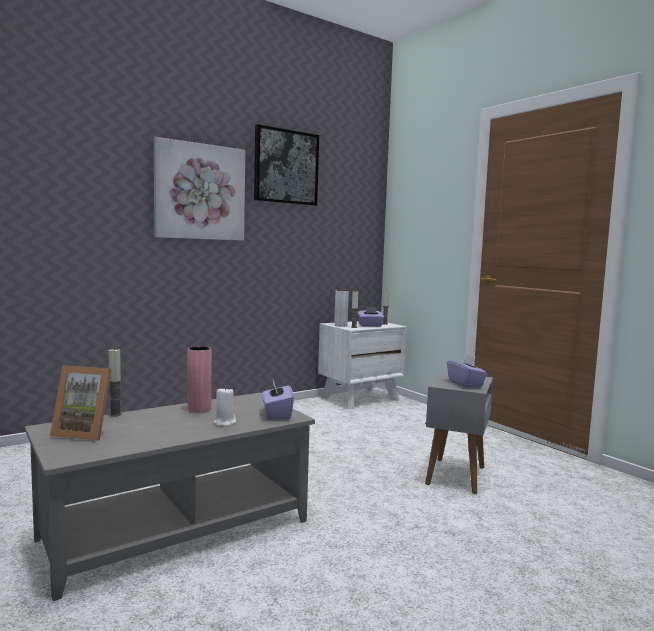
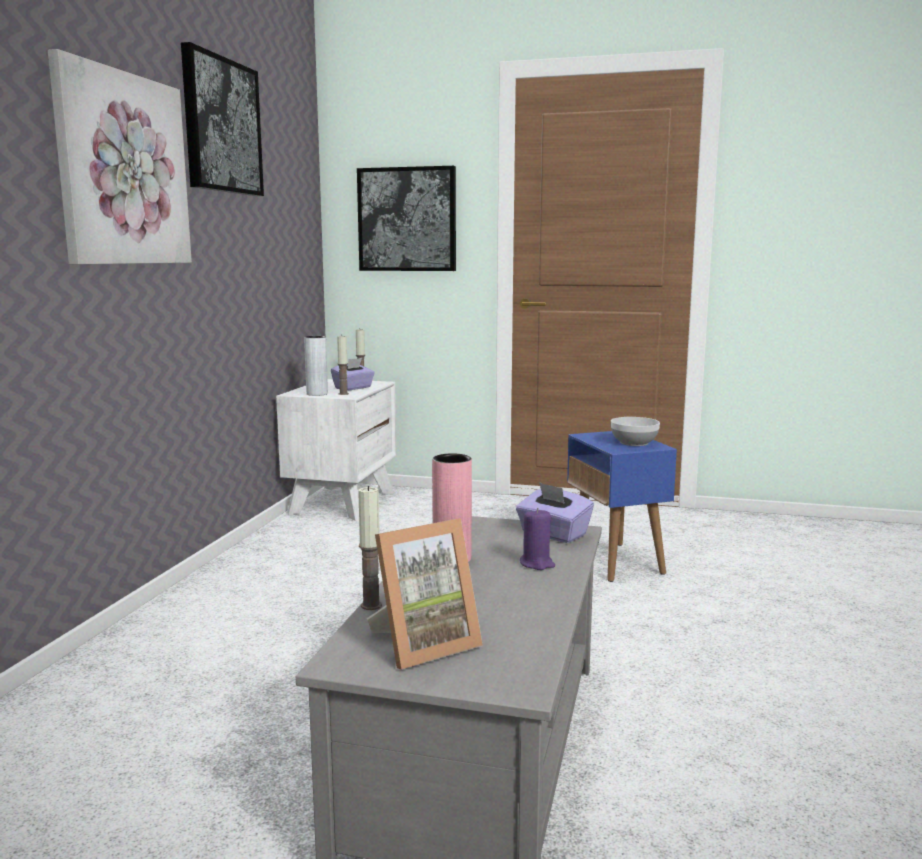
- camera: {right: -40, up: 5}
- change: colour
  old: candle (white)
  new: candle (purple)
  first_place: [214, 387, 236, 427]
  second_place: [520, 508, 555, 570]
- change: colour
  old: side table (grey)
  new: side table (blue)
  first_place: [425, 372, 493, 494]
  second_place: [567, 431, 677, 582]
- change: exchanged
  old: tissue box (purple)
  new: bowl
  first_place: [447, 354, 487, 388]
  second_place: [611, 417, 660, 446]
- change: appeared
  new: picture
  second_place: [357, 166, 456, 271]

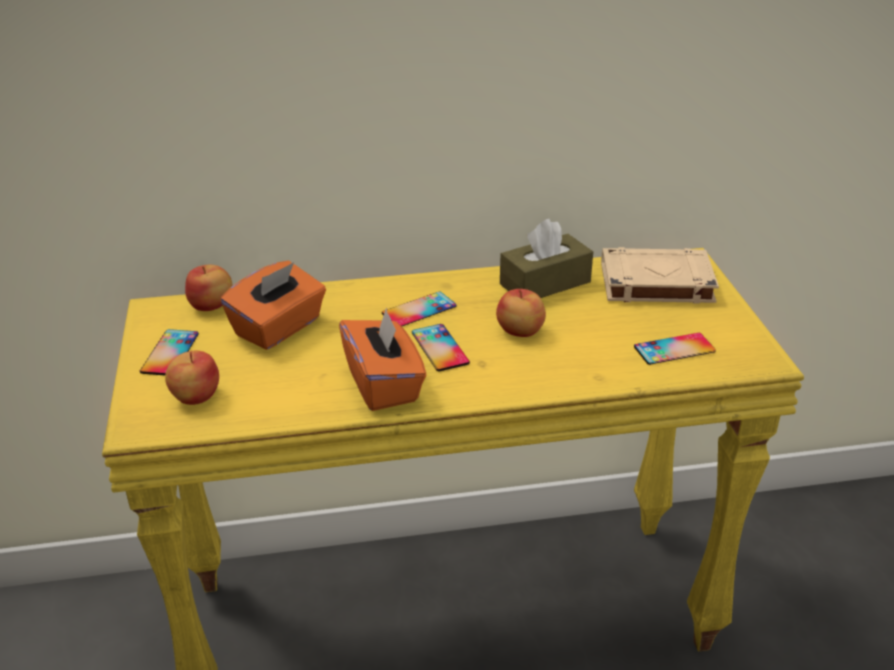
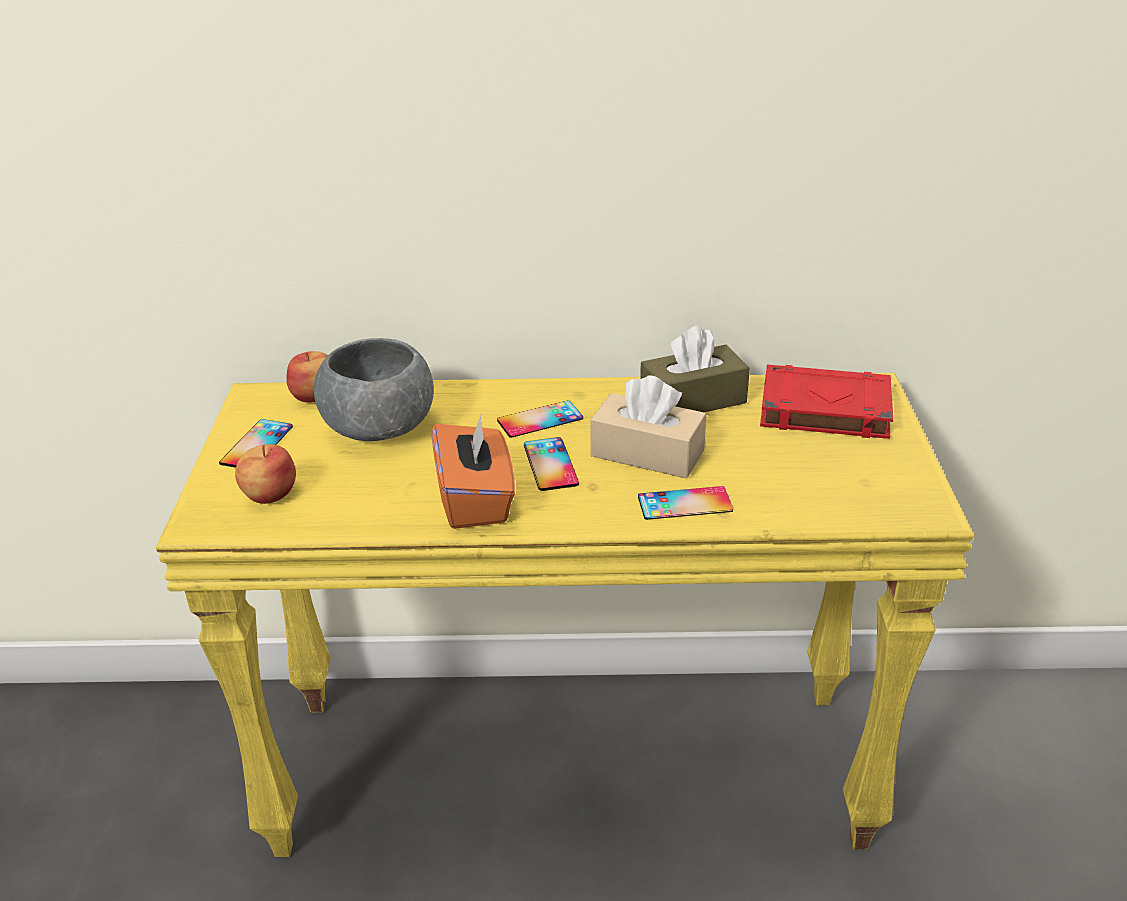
- camera: {right: 10, up: 0}
- change: exchanged
  old: tissue box (orange)
  new: bowl (grey)
  first_place: [220, 260, 326, 350]
  second_place: [313, 338, 434, 441]
- change: exchanged
  old: apple
  new: tissue box (beige)
  first_place: [496, 289, 546, 337]
  second_place: [590, 375, 707, 479]
- change: colour
  old: book (beige)
  new: book (red)
  first_place: [601, 247, 719, 304]
  second_place: [760, 365, 893, 439]
- change: relocated
  old: phone
  first_place: [634, 333, 716, 365]
  second_place: [638, 486, 733, 520]

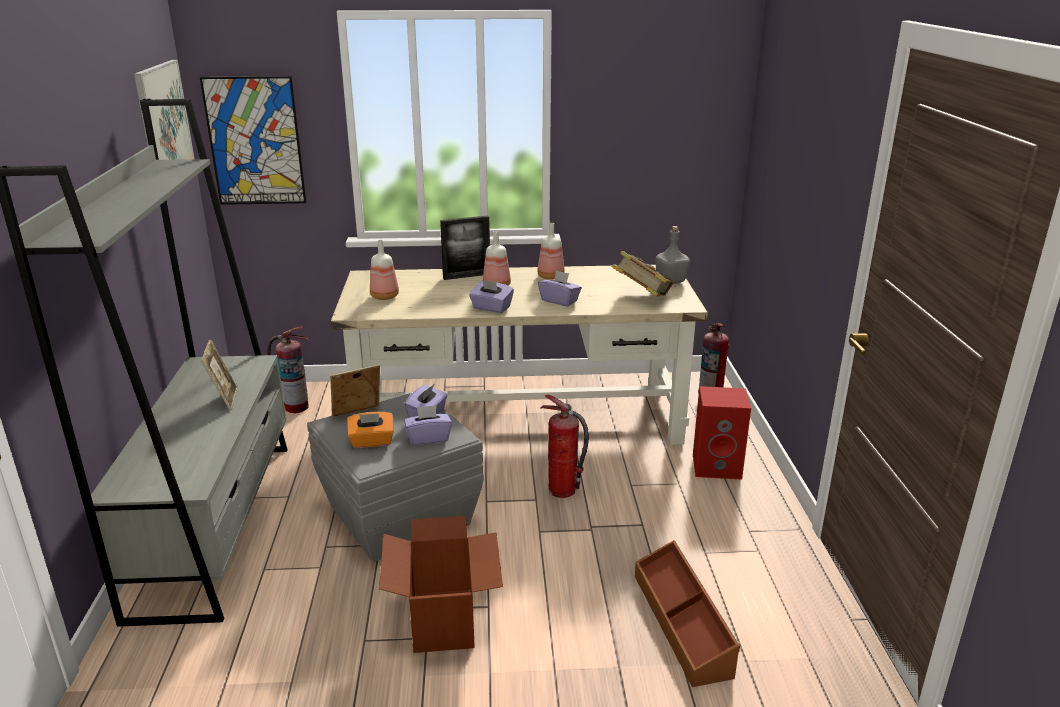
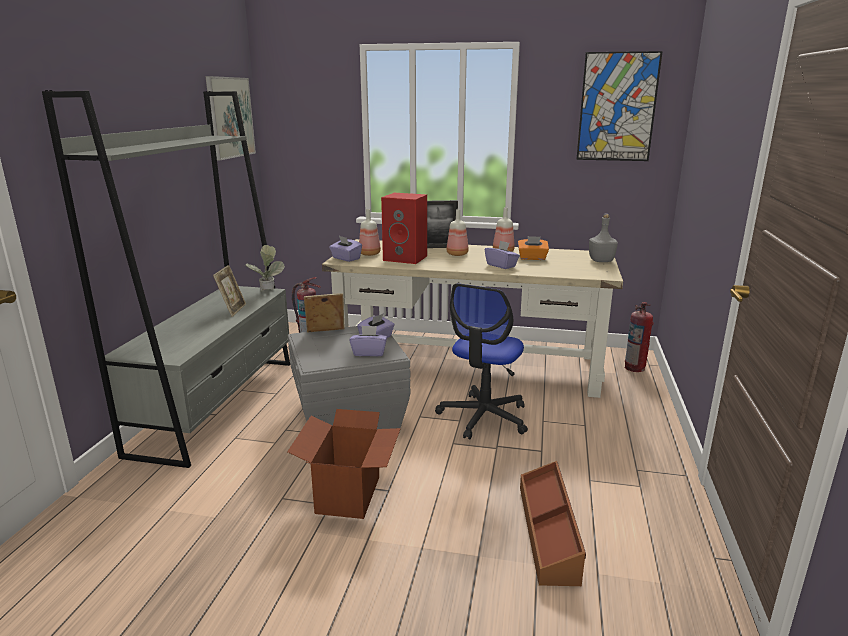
- camera: {right: 15, up: -5}
- change: relocated
  old: picture
  first_place: [200, 76, 307, 205]
  second_place: [576, 51, 663, 161]
- change: relocated
  old: tissue box (orange)
  first_place: [347, 412, 394, 448]
  second_place: [518, 236, 549, 260]
- change: relocated
  old: tissue box (purple)
  first_place: [469, 280, 514, 313]
  second_place: [329, 236, 362, 262]
- change: exchanged
  old: fire extinguisher
  new: office chair
  first_place: [540, 395, 589, 498]
  second_place: [435, 283, 528, 439]
- change: missing
  old: book
  first_place: [612, 251, 674, 297]
- change: relocated
  old: speaker (red)
  first_place: [693, 386, 751, 480]
  second_place: [381, 193, 427, 264]
- change: appeared
  new: potted plant
  second_place: [245, 245, 285, 292]

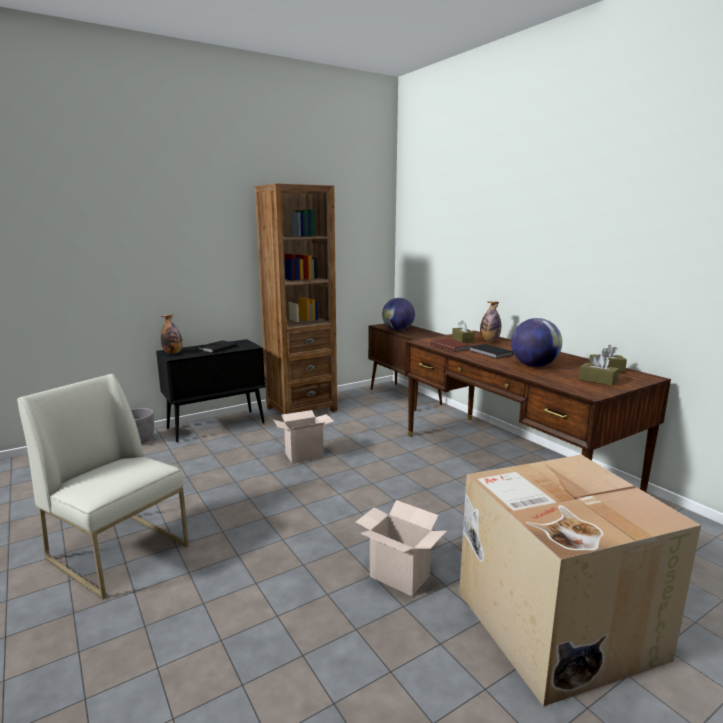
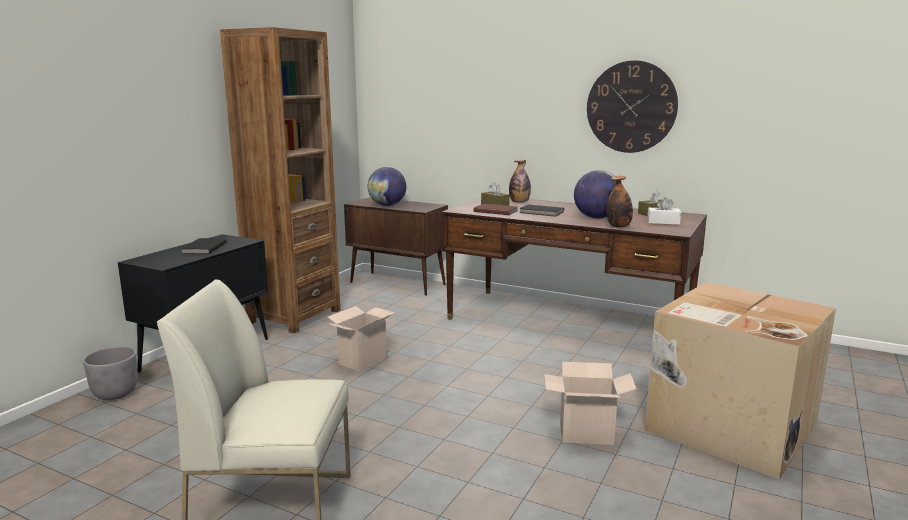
- camera: {right: -30, up: 0}
- change: relocated
  old: bottle
  first_place: [161, 314, 182, 354]
  second_place: [607, 176, 633, 228]
- change: colour
  old: tissue box (brown)
  new: tissue box (white)
  first_place: [579, 354, 619, 386]
  second_place: [647, 197, 681, 225]
- change: appeared
  new: wall clock
  second_place: [587, 60, 678, 153]

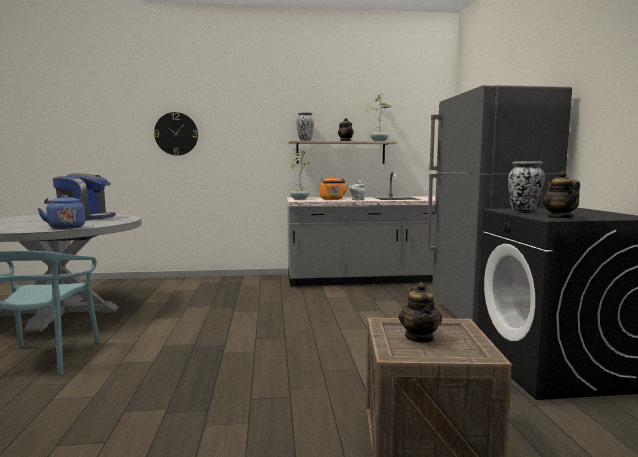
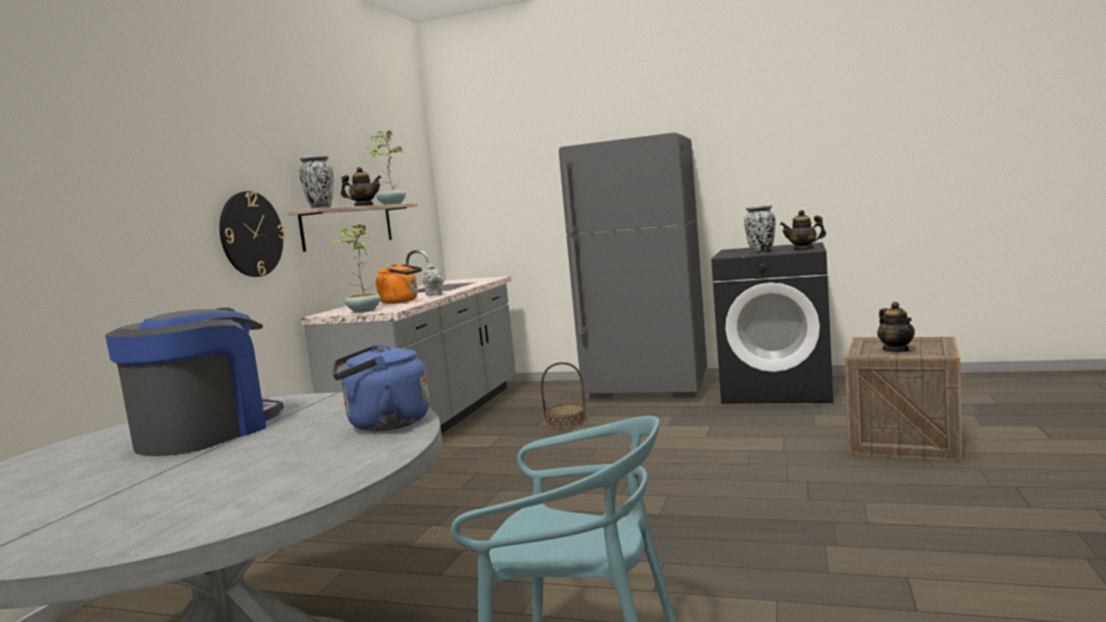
- camera: {right: -65, up: 0}
- change: relocated
  old: wall clock
  first_place: [154, 112, 198, 155]
  second_place: [219, 191, 285, 277]
- change: spun
  old: teapot
  first_place: [399, 282, 442, 343]
  second_place: [877, 302, 915, 352]
  degrees: 60
- change: appeared
  new: basket
  second_place: [541, 362, 586, 429]

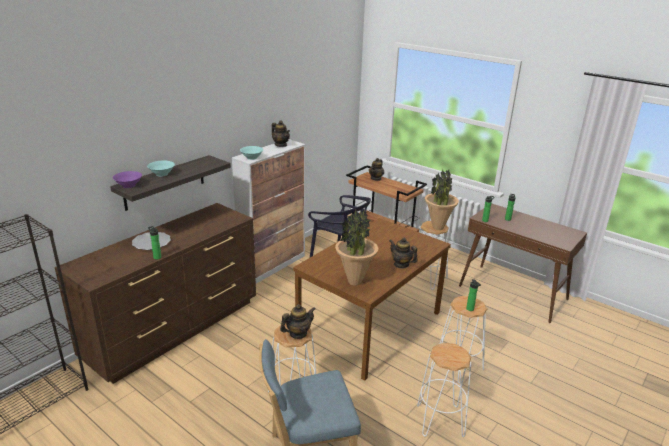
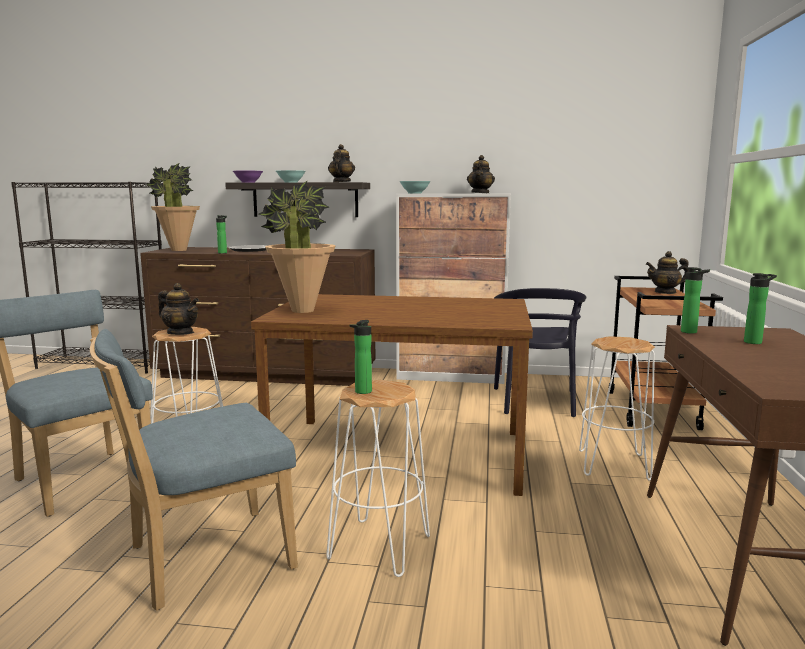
- camera: {right: 60, up: -15}
- change: relocated
  old: teapot
  first_place: [390, 237, 418, 269]
  second_place: [328, 144, 355, 182]
- change: exchanged
  old: stool (white)
  new: chair (blue)
  first_place: [417, 343, 471, 437]
  second_place: [90, 329, 298, 611]
- change: relocated
  old: potted plant
  first_place: [425, 169, 459, 230]
  second_place: [146, 163, 200, 251]

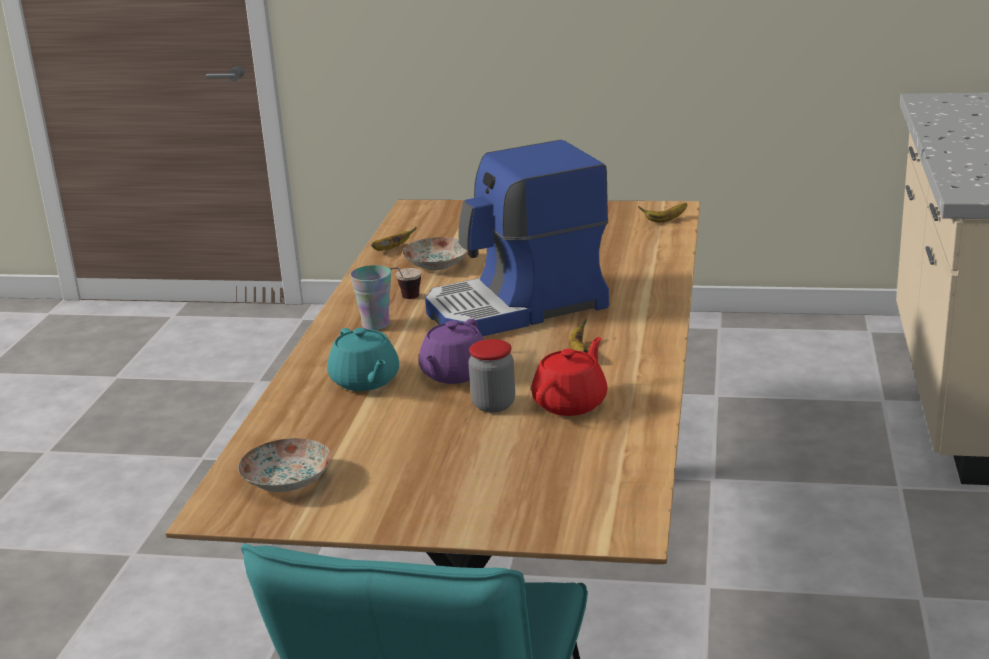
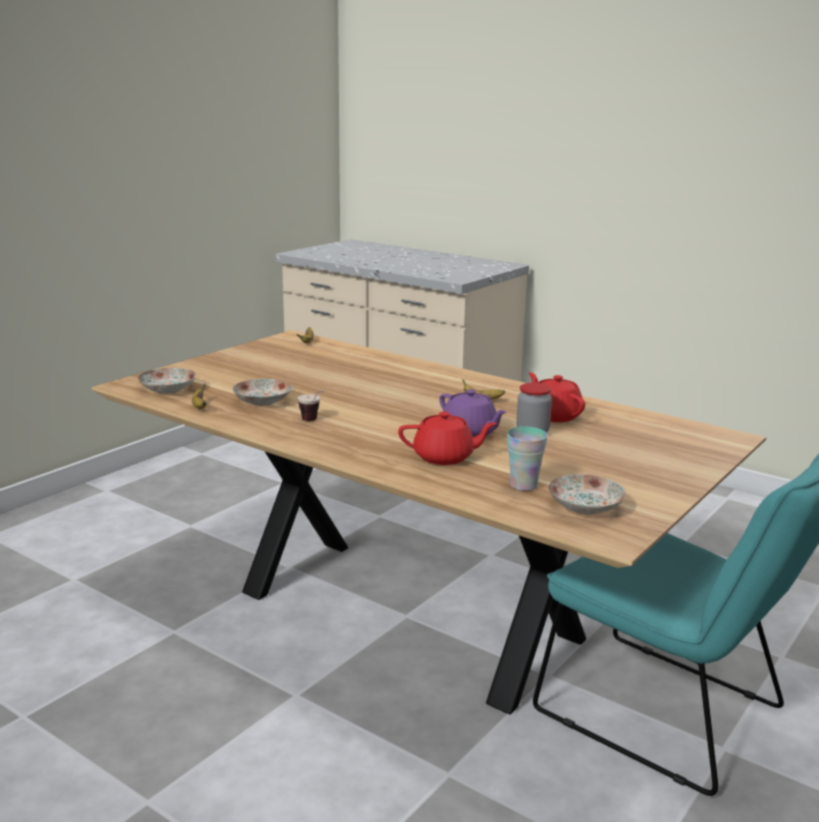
- camera: {right: -65, up: -5}
- change: colour
  old: teapot (turquoise)
  new: teapot (red)
  first_place: [327, 328, 399, 391]
  second_place: [398, 411, 497, 465]
- change: relocated
  old: cup
  first_place: [350, 265, 391, 330]
  second_place: [507, 426, 548, 491]
- change: missing
  old: coffee machine
  first_place: [425, 140, 609, 336]
- change: appeared
  new: plate
  second_place: [138, 368, 197, 394]

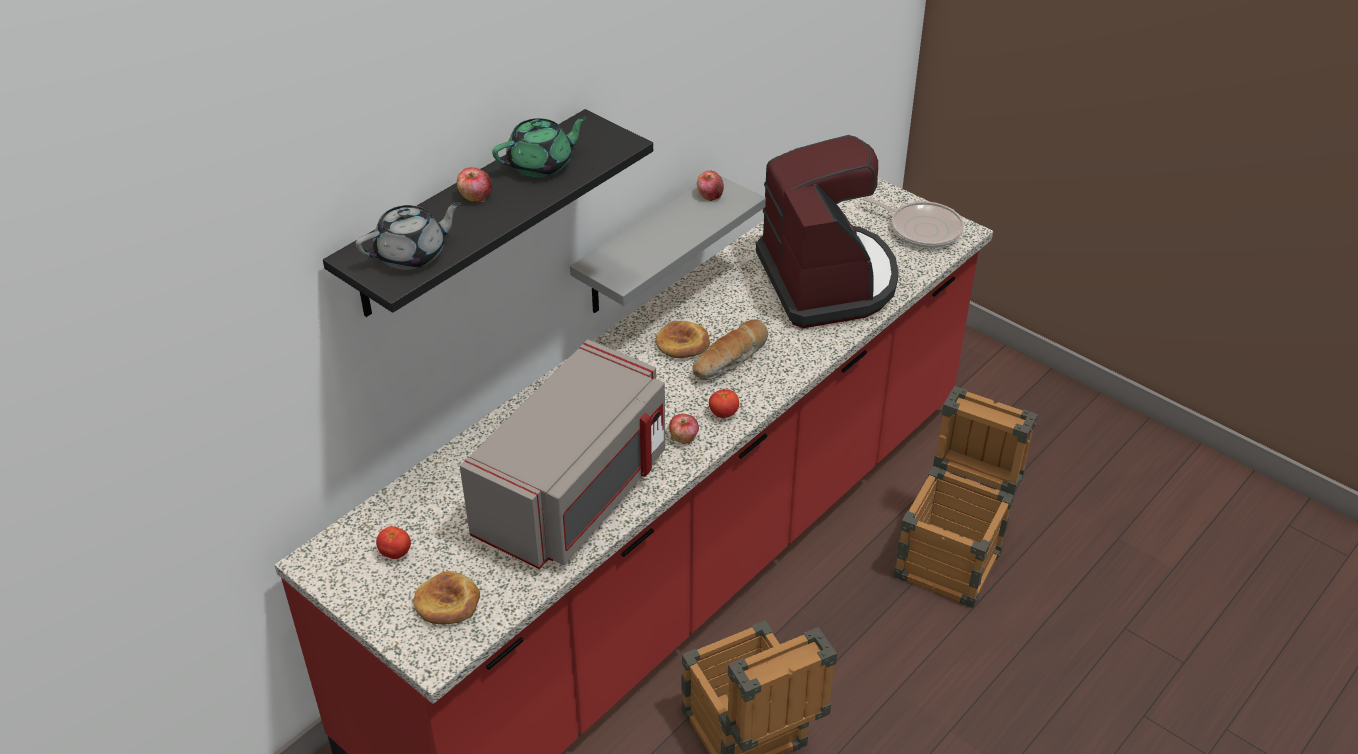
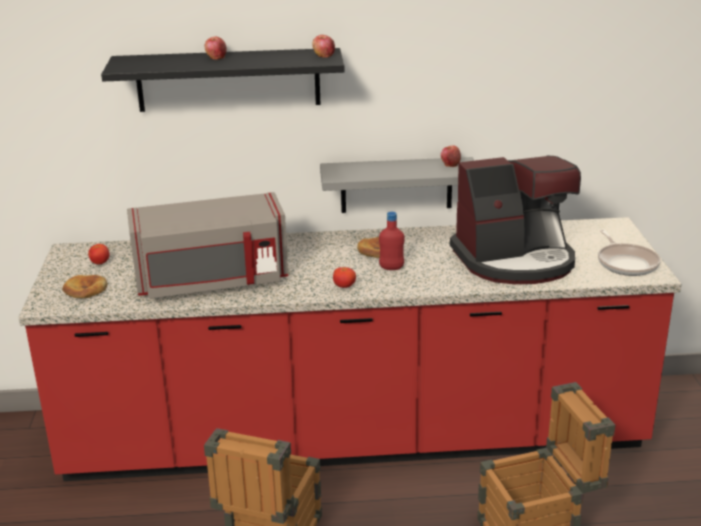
- camera: {right: 45, up: -15}
- change: missing
  old: teapot (grey)
  first_place: [356, 202, 462, 270]
- change: missing
  old: teapot (green)
  first_place: [492, 116, 588, 177]
- change: relocated
  old: apple
  first_place: [669, 414, 699, 444]
  second_place: [312, 35, 335, 57]
- change: exchanged
  old: bread
  new: bottle (red)
  first_place: [692, 319, 769, 380]
  second_place: [379, 212, 404, 270]
- change: spun
  old: coffee machine
  first_place: [756, 135, 899, 328]
  second_place: [450, 156, 581, 284]
  degrees: 45

